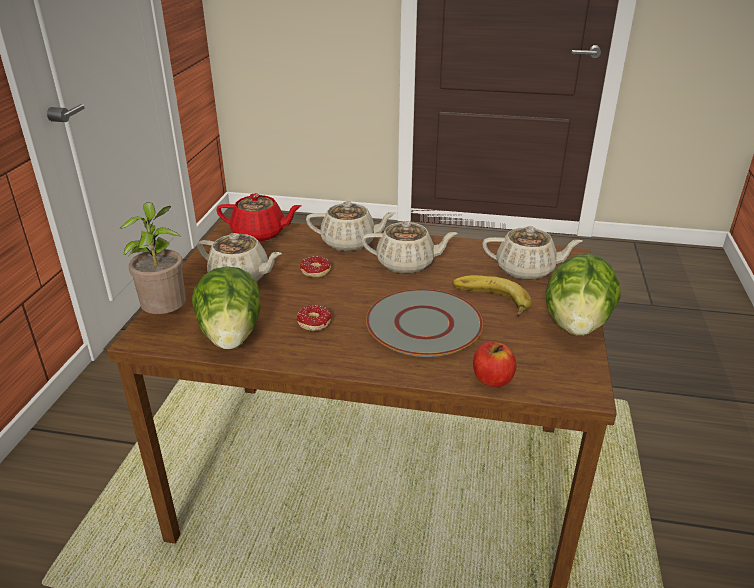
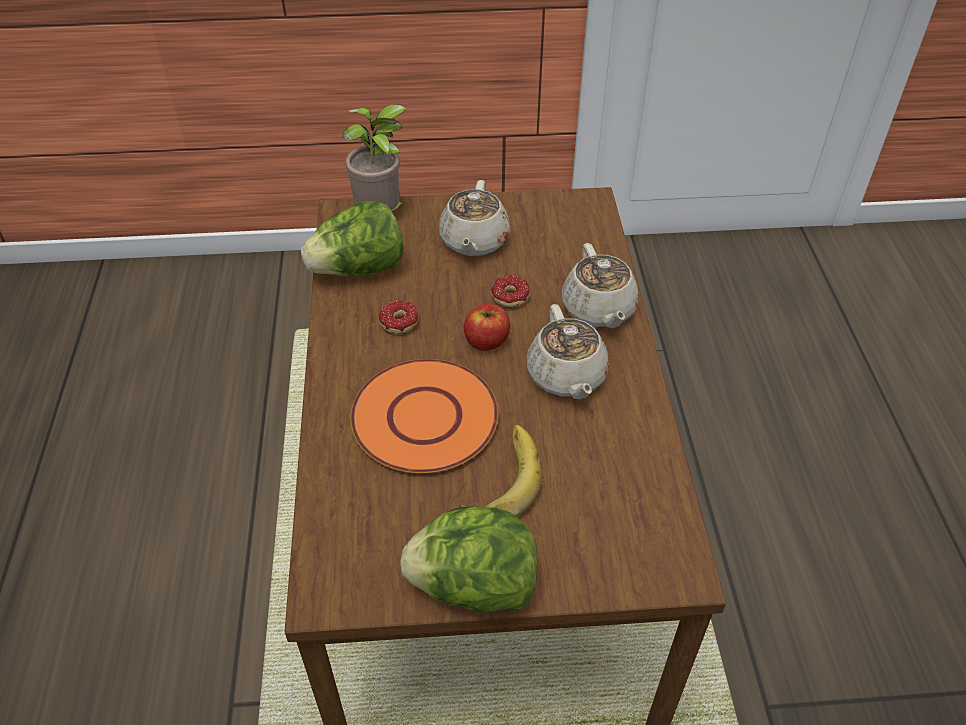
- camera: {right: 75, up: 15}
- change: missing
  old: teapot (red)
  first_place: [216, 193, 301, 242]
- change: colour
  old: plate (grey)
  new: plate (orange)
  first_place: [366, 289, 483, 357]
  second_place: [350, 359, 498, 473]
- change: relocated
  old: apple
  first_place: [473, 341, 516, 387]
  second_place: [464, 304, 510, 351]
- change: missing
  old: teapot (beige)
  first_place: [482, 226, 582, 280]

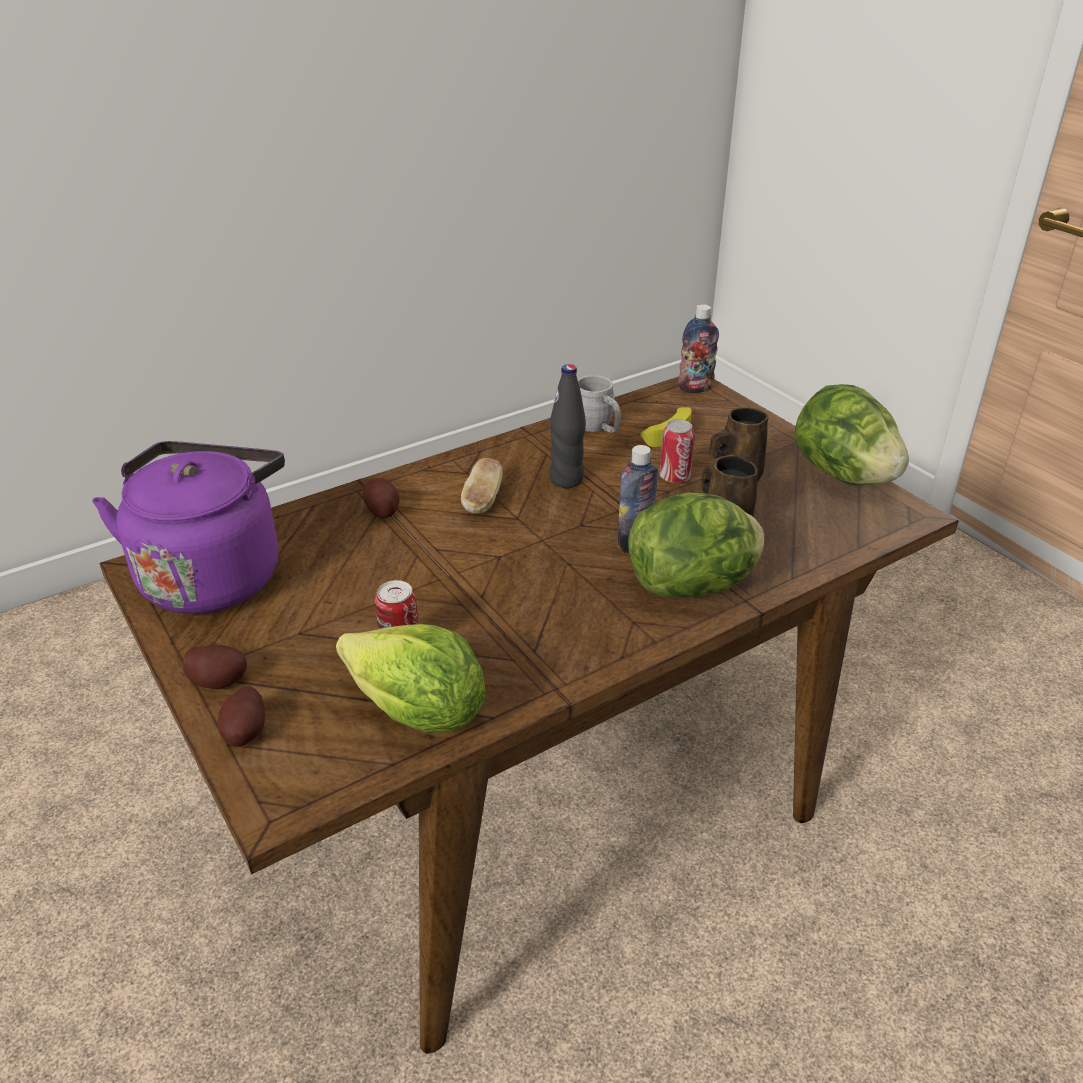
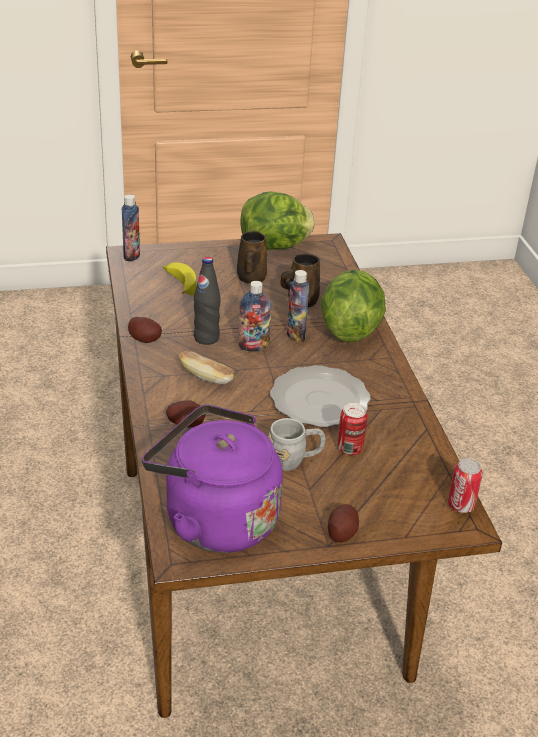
- camera: {right: -70, up: 0}
- change: relocated
  old: potato
  first_place: [217, 686, 265, 747]
  second_place: [128, 317, 162, 343]
- change: missing
  old: lettuce
  first_place: [336, 624, 486, 734]
- change: relocated
  old: mug (grey)
  first_place: [578, 375, 621, 433]
  second_place: [268, 418, 326, 471]
- change: relocated
  old: can
  first_place: [660, 419, 695, 483]
  second_place: [448, 458, 483, 513]
- change: appeared
  new: bottle
  second_place: [238, 281, 271, 352]
- change: appeared
  new: plate
  second_place: [270, 365, 371, 427]

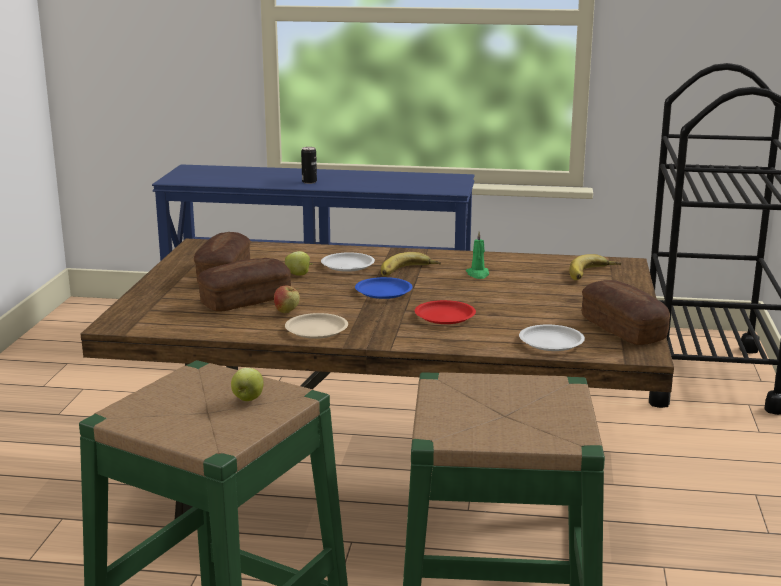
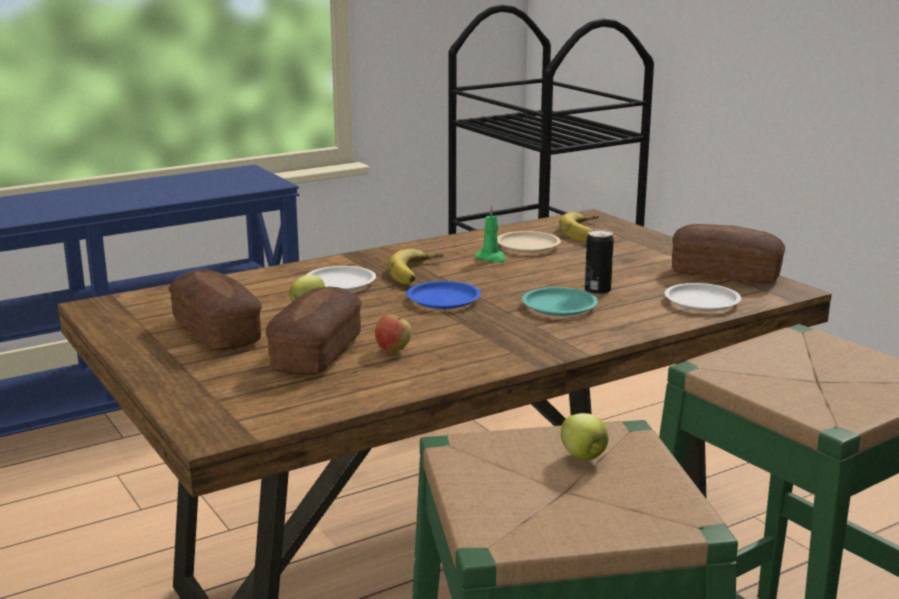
- camera: {right: -40, up: 0}
- change: relocated
  old: plate (beige)
  first_place: [285, 313, 348, 339]
  second_place: [497, 231, 561, 253]
- change: relocated
  old: can
  first_place: [301, 147, 317, 184]
  second_place: [585, 229, 614, 295]
- change: colour
  old: plate (red)
  new: plate (turquoise)
  first_place: [415, 300, 476, 324]
  second_place: [522, 287, 598, 316]

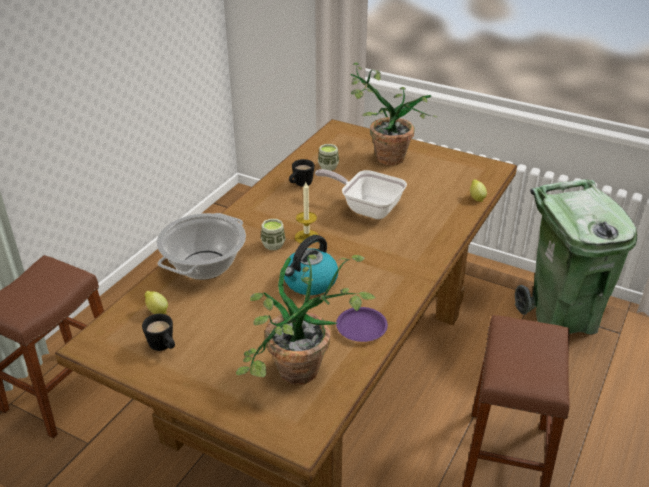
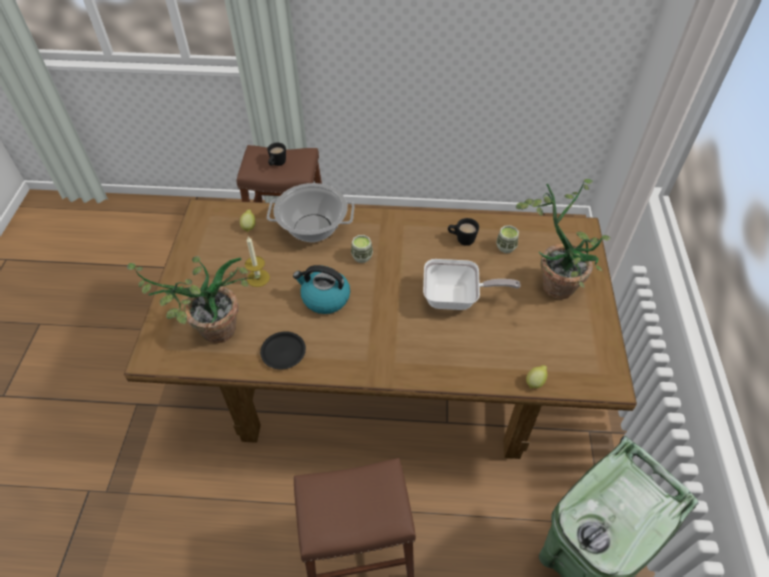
- camera: {right: 65, up: 15}
- change: relocated
  old: mug (black)
  first_place: [142, 314, 175, 351]
  second_place: [267, 143, 286, 166]
- change: relocated
  old: candle
  first_place: [295, 182, 318, 243]
  second_place: [245, 236, 270, 287]
- change: spun
  old: frying pan
  first_place: [315, 169, 407, 219]
  second_place: [423, 259, 521, 310]
  degrees: 90
- change: colour
  old: plate (purple)
  new: plate (black)
  first_place: [336, 307, 388, 342]
  second_place: [260, 331, 306, 370]

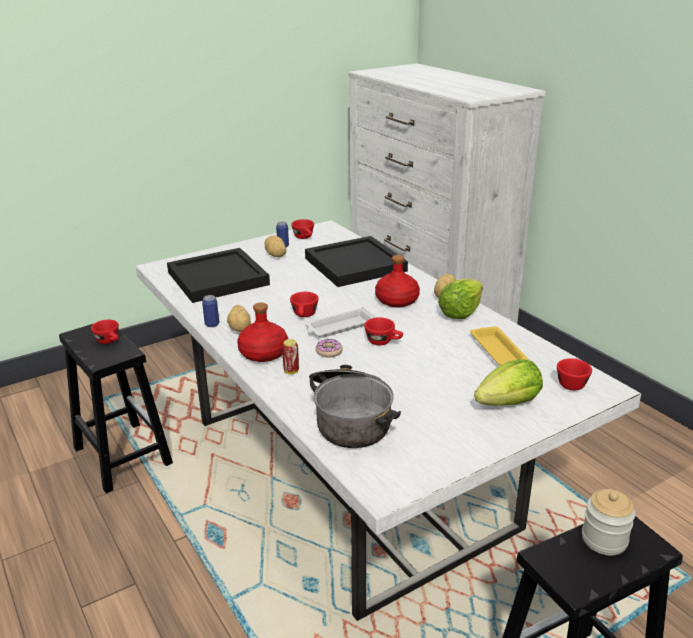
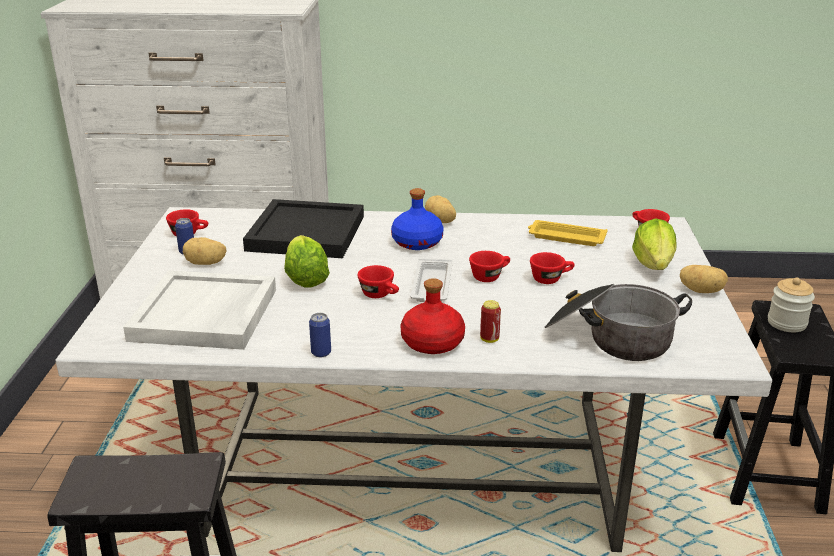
- camera: {right: -55, up: 0}
- change: relocated
  old: cup (red)
  first_place: [91, 320, 119, 344]
  second_place: [530, 252, 575, 284]
- change: colour
  old: tray (black)
  new: tray (white)
  first_place: [167, 248, 270, 303]
  second_place: [123, 271, 276, 350]
- change: relocated
  old: potato
  first_place: [227, 305, 251, 332]
  second_place: [680, 265, 728, 293]
- change: missing
  old: donut
  first_place: [316, 339, 343, 357]
- change: colour
  old: bottle (red)
  new: bottle (blue)
  first_place: [375, 255, 420, 307]
  second_place: [391, 188, 444, 250]
- change: relocated
  old: lettuce
  first_place: [438, 279, 483, 319]
  second_place: [284, 235, 330, 287]

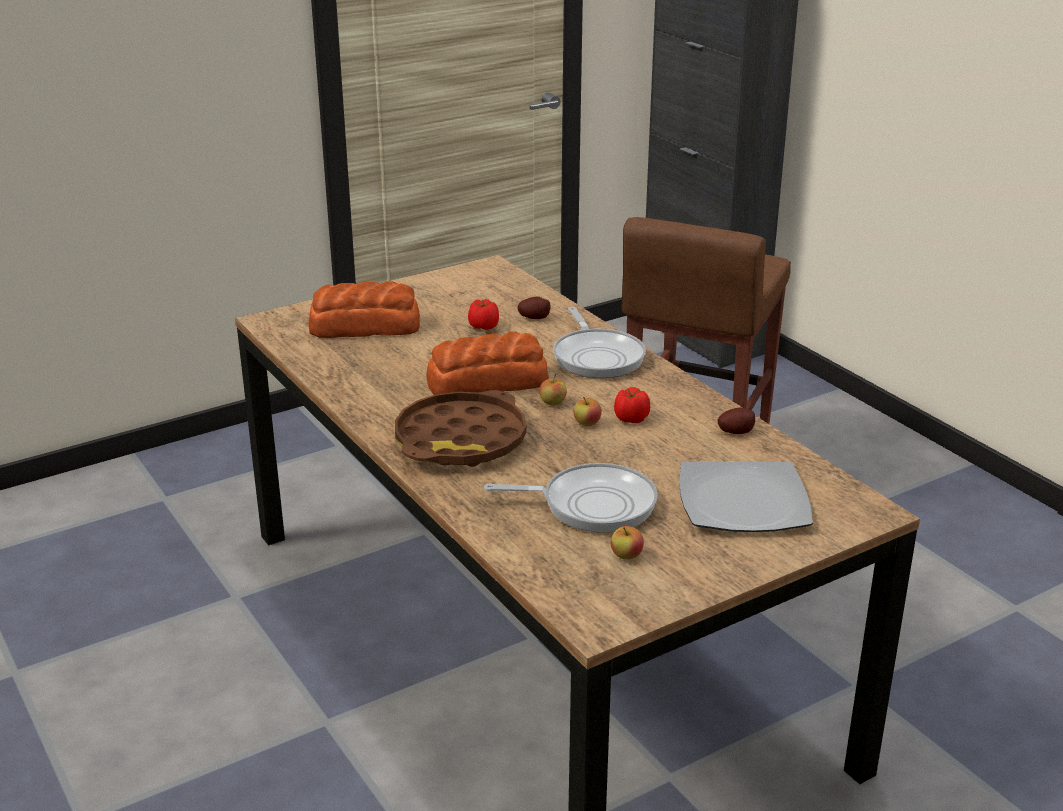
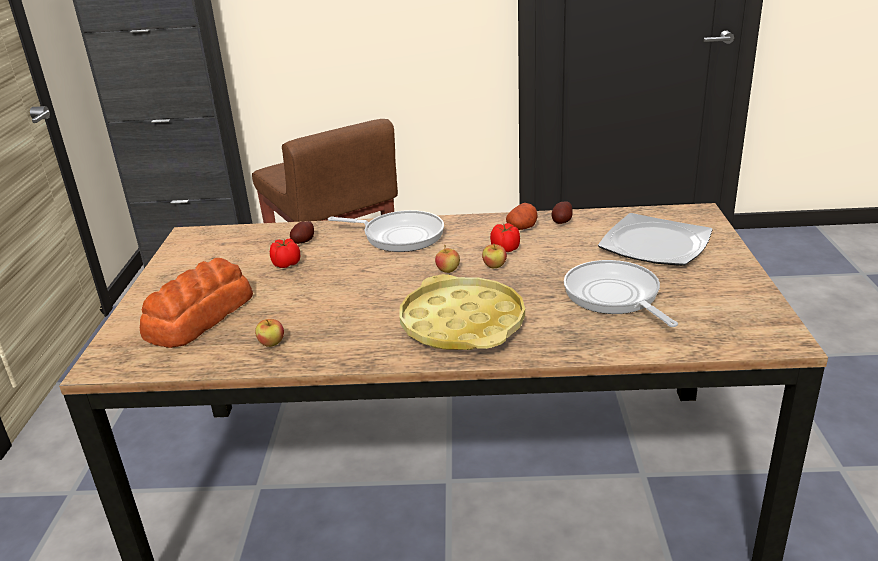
- camera: {right: -55, up: 0}
- change: colour
  old: tray (brown)
  new: tray (yellow)
  first_place: [395, 390, 526, 467]
  second_place: [400, 274, 525, 350]
- change: missing
  old: bread
  first_place: [426, 332, 549, 395]
- change: spun
  old: frying pan
  first_place: [484, 463, 658, 533]
  second_place: [564, 260, 678, 327]
  degrees: -60
- change: relocated
  old: apple
  first_place: [611, 526, 644, 560]
  second_place: [255, 319, 284, 347]
- change: appeared
  new: potato
  second_place: [506, 203, 538, 230]

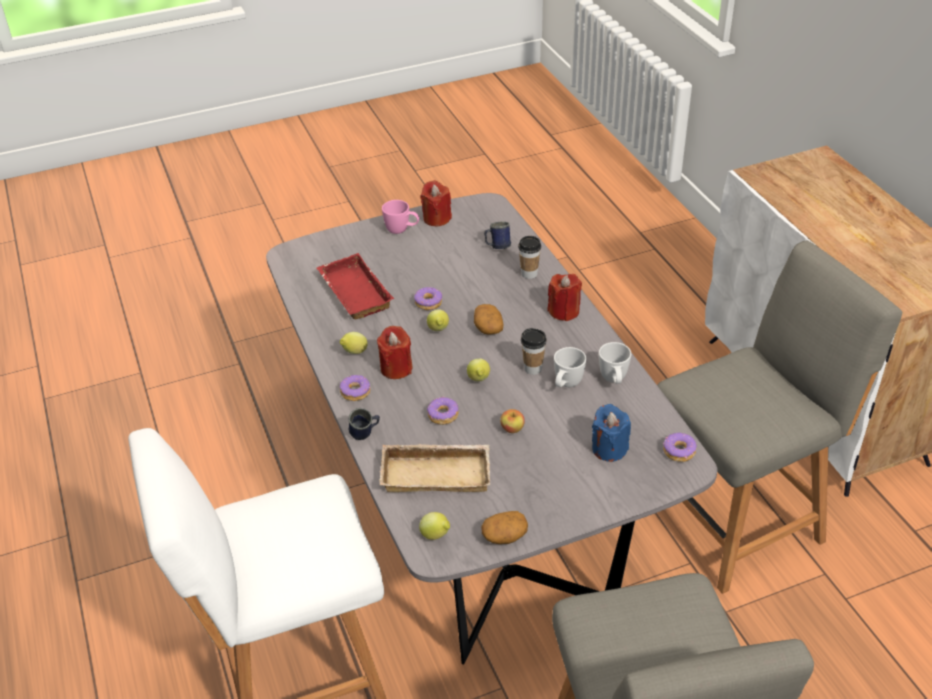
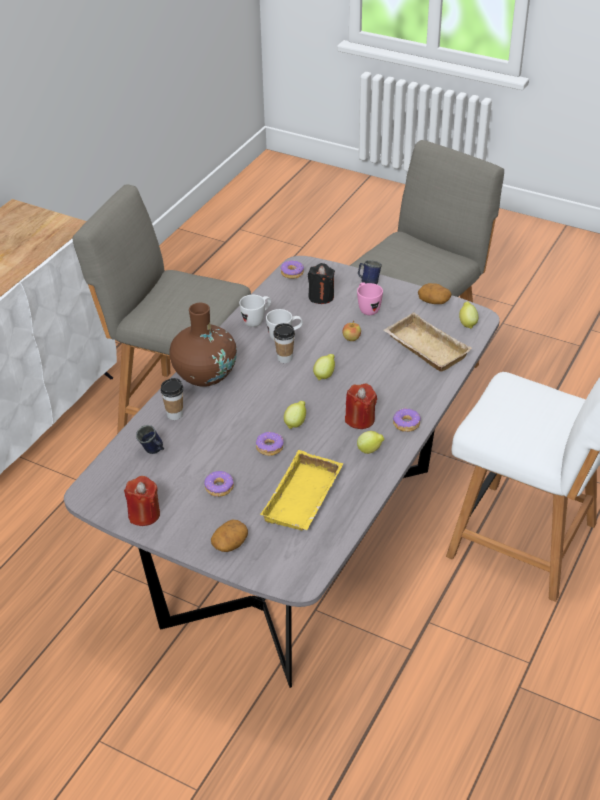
- camera: {right: -130, up: 0}
- change: colour
  old: tray (red)
  new: tray (yellow)
  first_place: [316, 253, 394, 319]
  second_place: [260, 450, 343, 531]
- change: relocated
  old: mug (blue)
  first_place: [348, 408, 380, 440]
  second_place: [358, 260, 382, 284]
- change: relocated
  old: mug (pink)
  first_place: [382, 200, 419, 234]
  second_place: [357, 282, 383, 315]
- change: relocated
  old: donut
  first_place: [427, 397, 459, 425]
  second_place: [204, 471, 234, 497]
- change: relocated
  old: potato
  first_place: [474, 304, 503, 335]
  second_place: [211, 519, 248, 552]
- change: exchanged
  old: candle (red)
  new: vase (brown)
  first_place: [547, 274, 582, 321]
  second_place: [169, 303, 237, 387]
- change: colour
  old: candle (blue)
  new: candle (black)
  first_place: [592, 404, 631, 462]
  second_place: [308, 263, 335, 304]

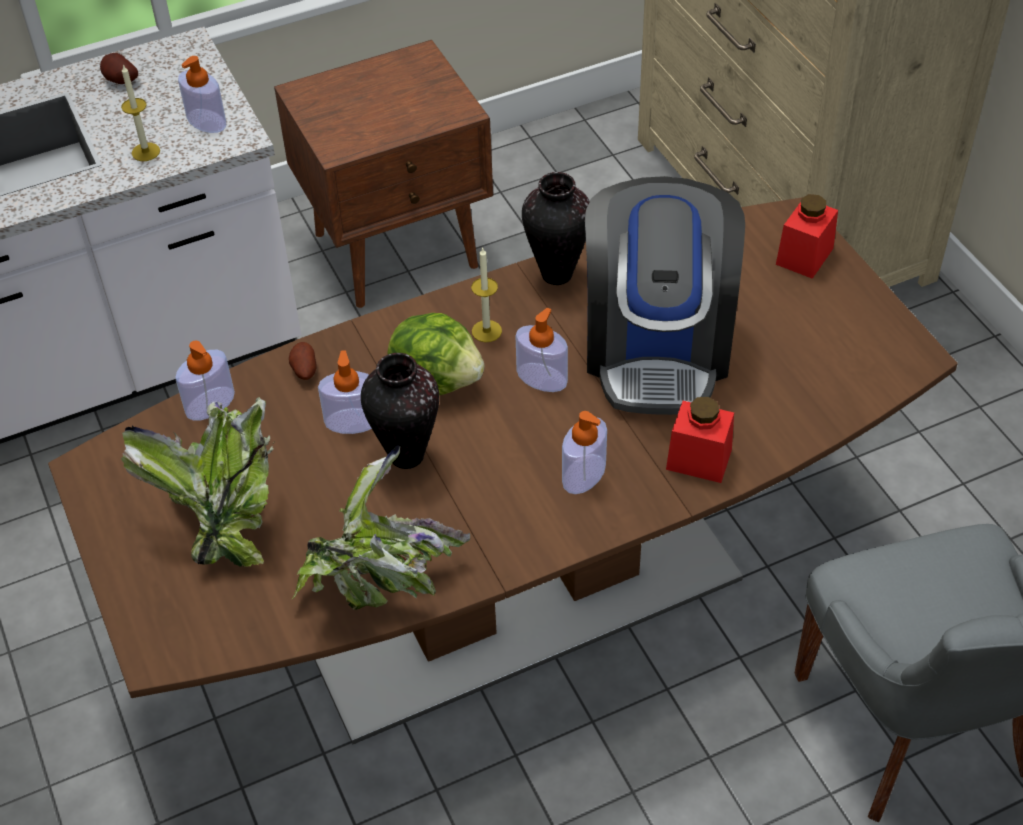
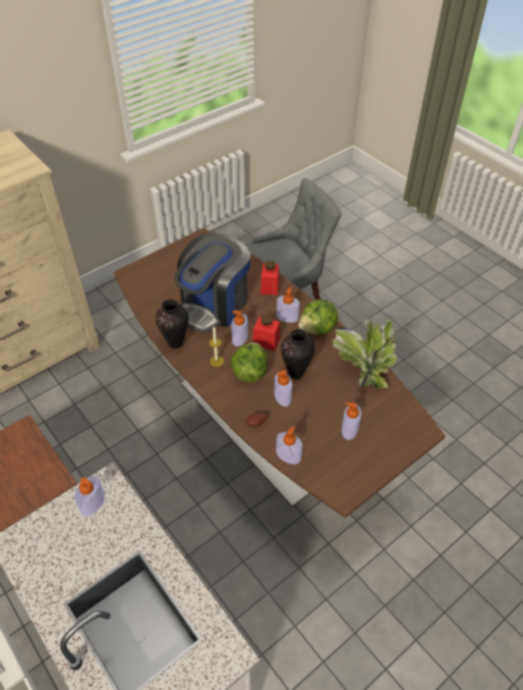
- camera: {right: -105, up: 0}
- change: missing
  old: potato
  first_place: [100, 53, 138, 84]
- change: missing
  old: candle
  first_place: [121, 65, 160, 161]
- change: exchanged
  old: potted plant
  new: soap dispenser
  first_place: [121, 397, 275, 567]
  second_place: [341, 403, 361, 440]
- change: spun
  old: coffee machine
  first_place: [585, 176, 745, 415]
  second_place: [174, 233, 251, 333]
  degrees: 135
- change: relocated
  old: jar (red)
  first_place: [776, 194, 838, 279]
  second_place: [253, 315, 280, 351]
- change: appeared
  new: lettuce
  second_place: [298, 299, 338, 335]

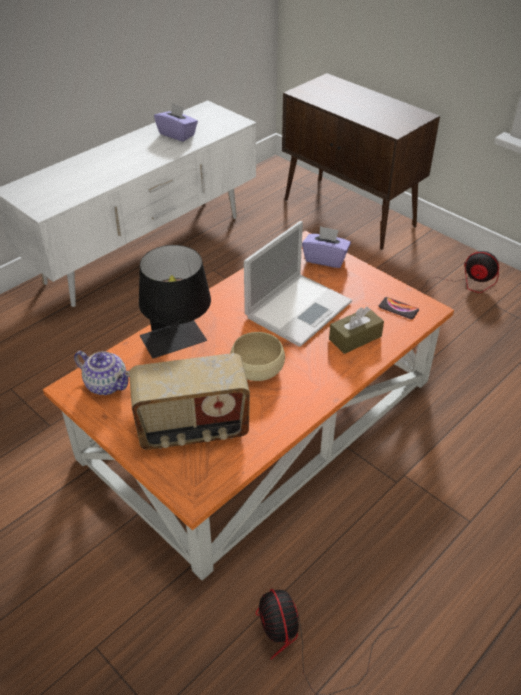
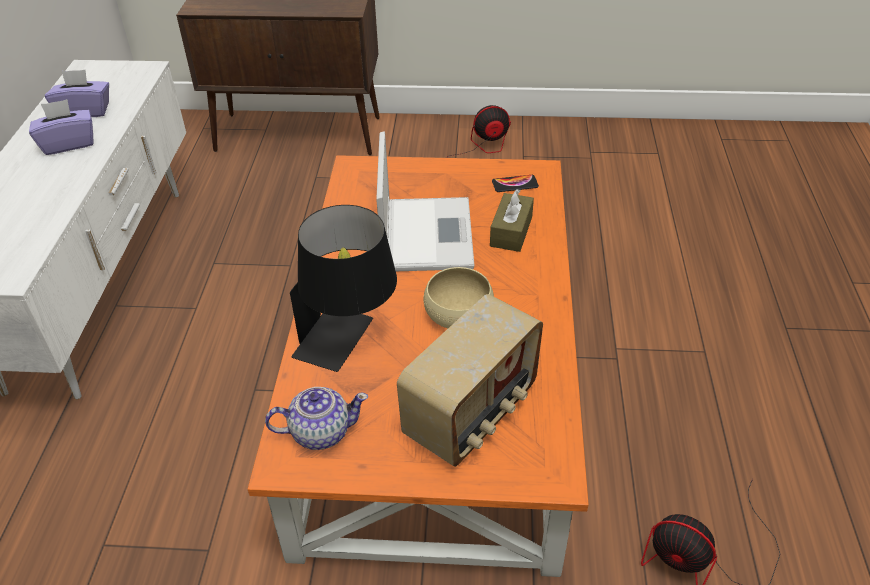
- camera: {right: -40, up: 0}
- change: relocated
  old: tissue box (purple)
  first_place: [302, 226, 351, 268]
  second_place: [29, 99, 94, 155]

